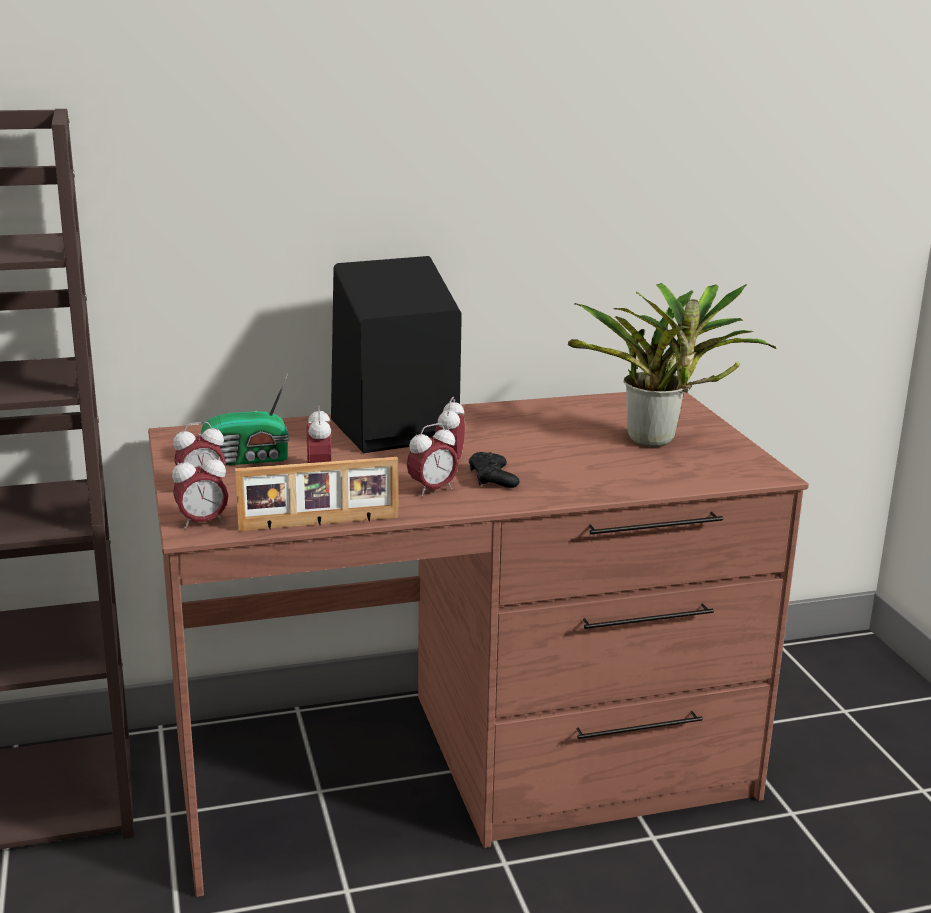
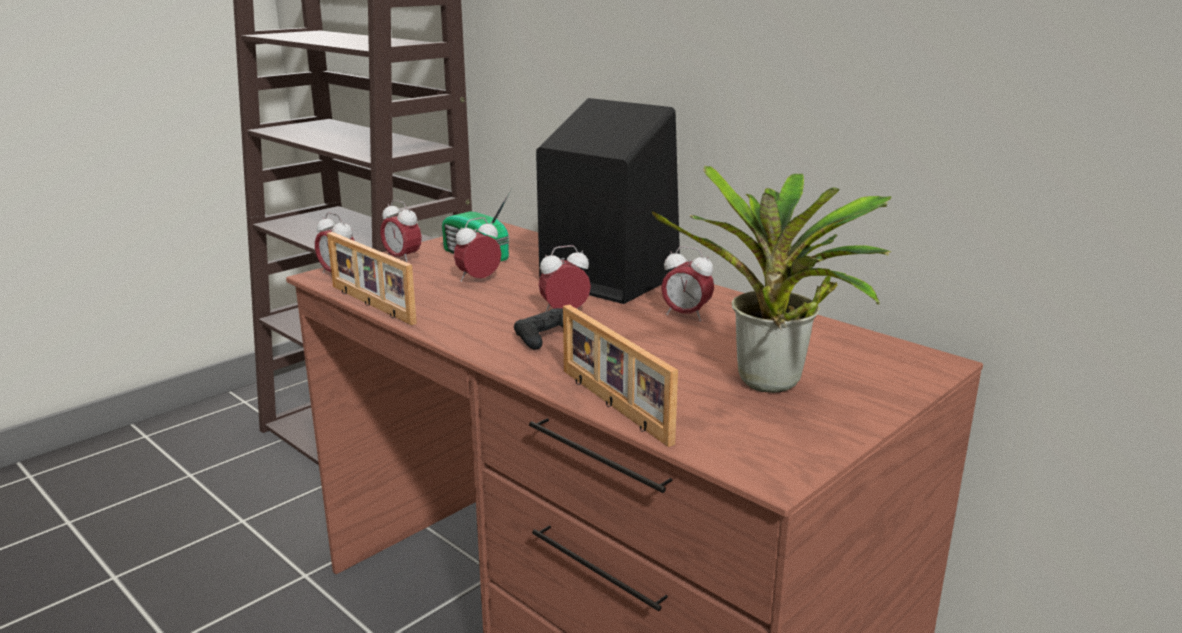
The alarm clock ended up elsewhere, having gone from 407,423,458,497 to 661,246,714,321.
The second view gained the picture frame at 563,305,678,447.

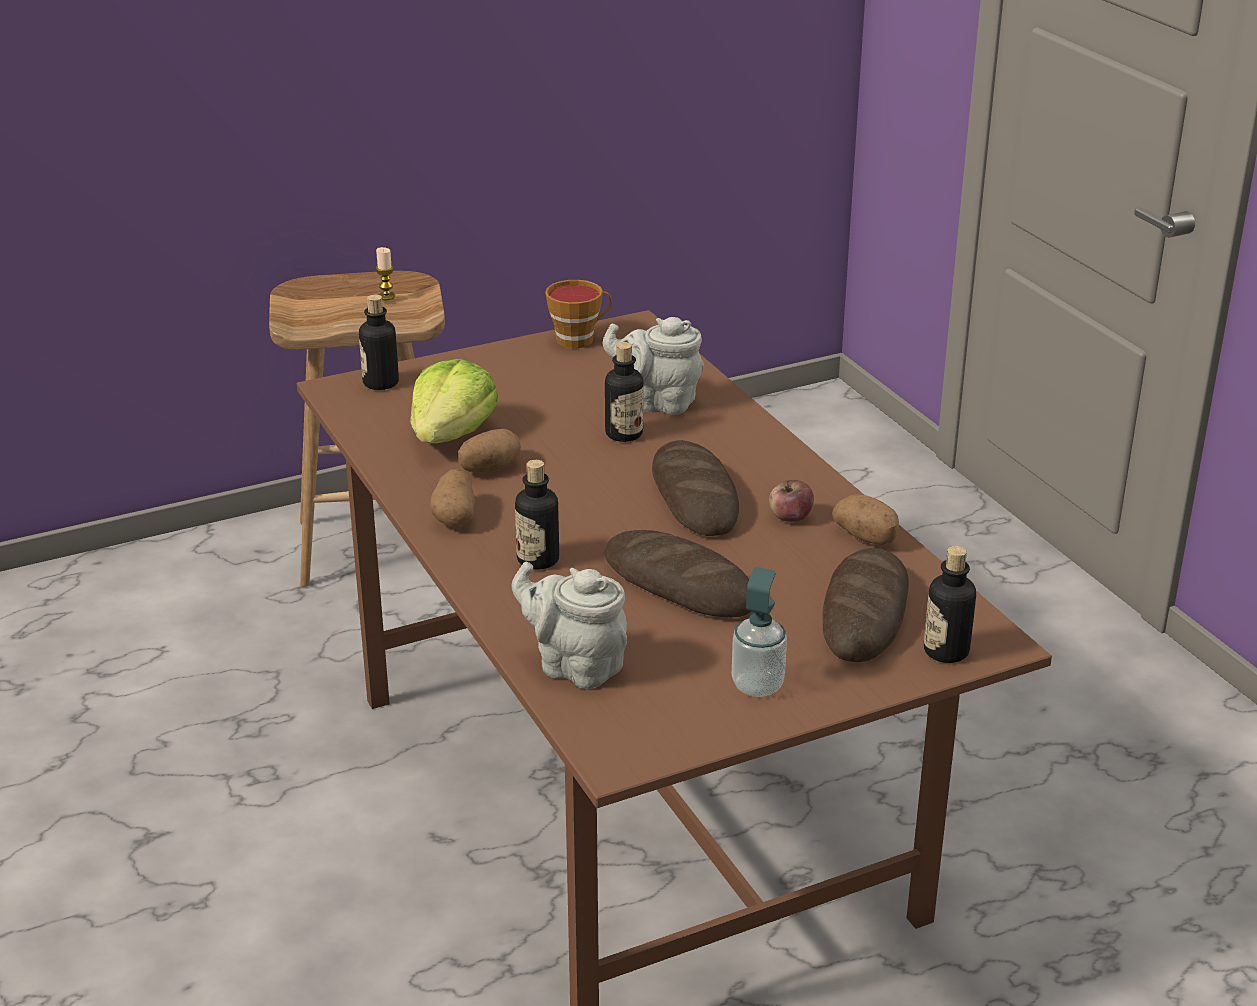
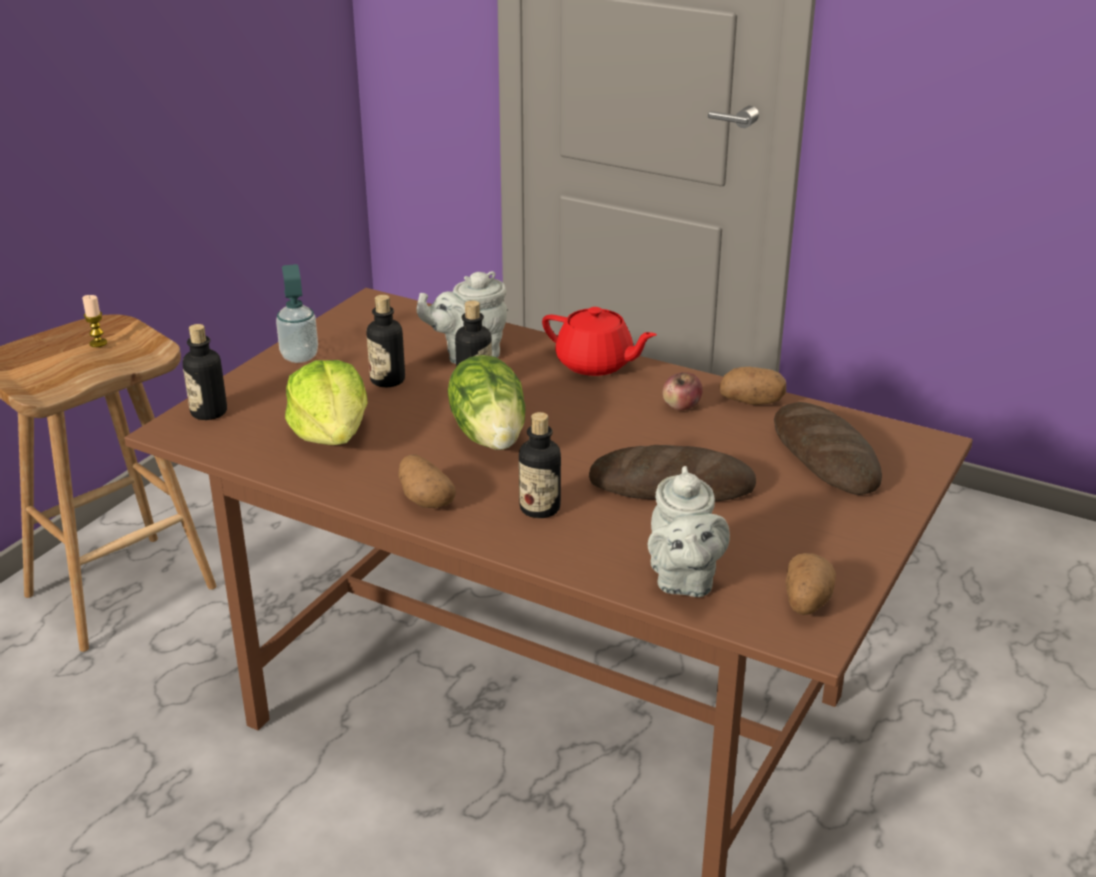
The second view lost the cup at 545,280,612,348.
The potato ended up elsewhere, having gone from 458,429,521,472 to 786,553,836,615.
The second view lost the bread at 652,440,739,536.
The bottle ended up elsewhere, having gone from 924,546,976,663 to 367,295,405,387.
The grey teapot at 512,562,627,689 ended up facing another way, 90 degrees counterclockwise from before.
The soap dispenser ended up elsewhere, having gone from 732,567,787,697 to 276,264,318,363.
The second view gained the red teapot at 542,307,657,376.
The second view gained the lettuce at 448,355,525,450.

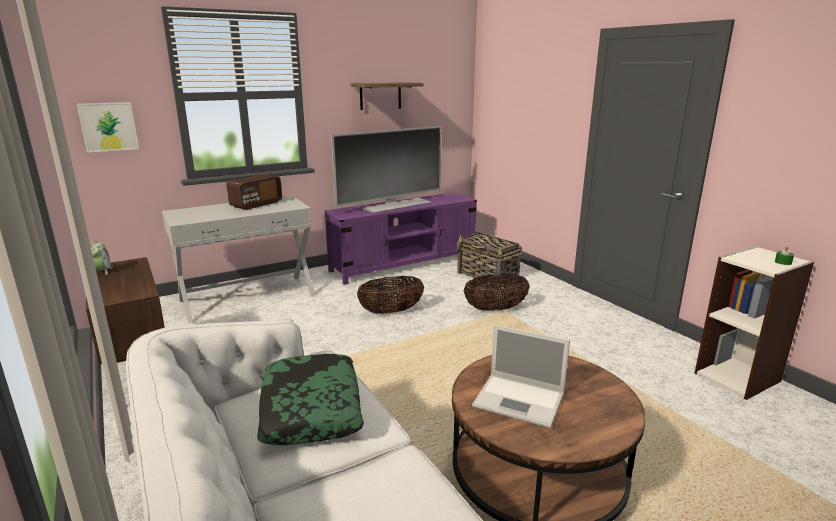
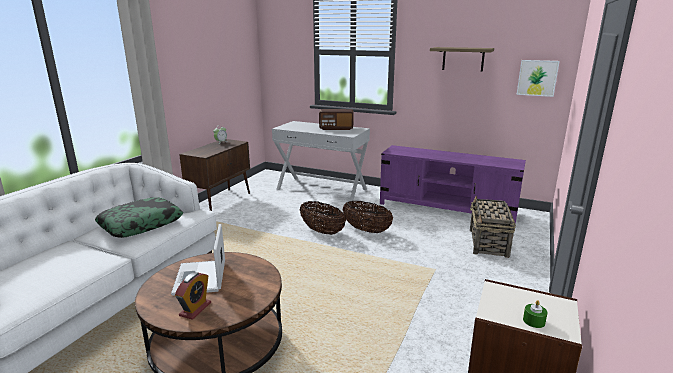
The picture ended up elsewhere, having gone from 77,102,139,153 to 517,60,560,97.
The second view lost the television at 331,126,441,213.
The basket ended up elsewhere, having gone from 464,274,530,311 to 300,201,346,235.
The second view gained the alarm clock at 175,272,211,320.

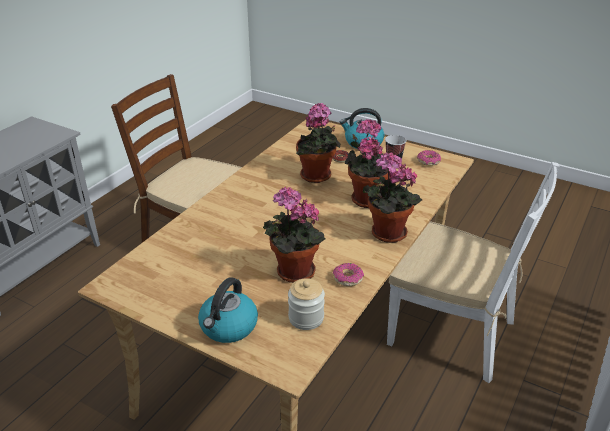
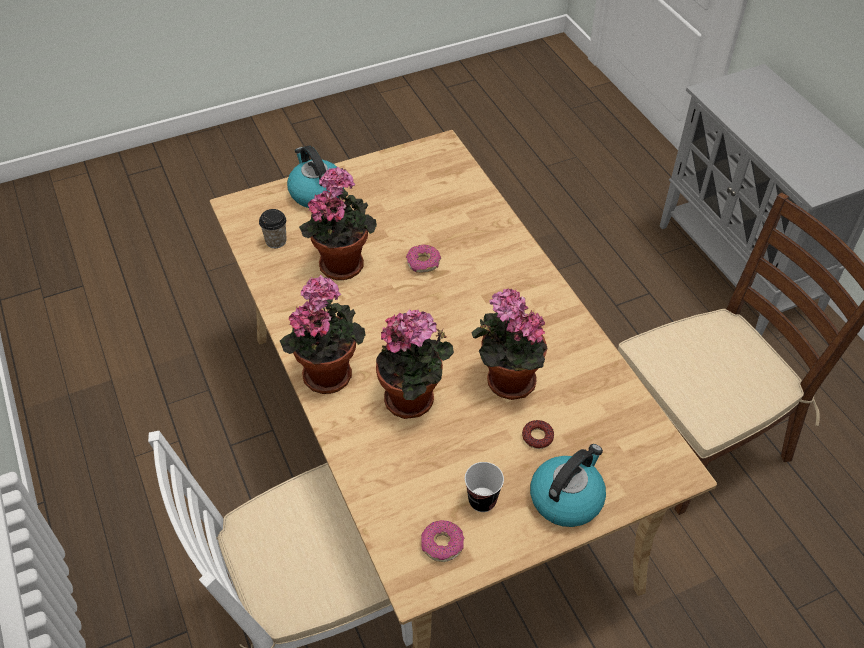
The donut ended up elsewhere, having gone from 333,263,364,286 to 406,244,441,273.
Where the jar stood at 288,278,325,330, the cup came to stand at 259,209,287,248.

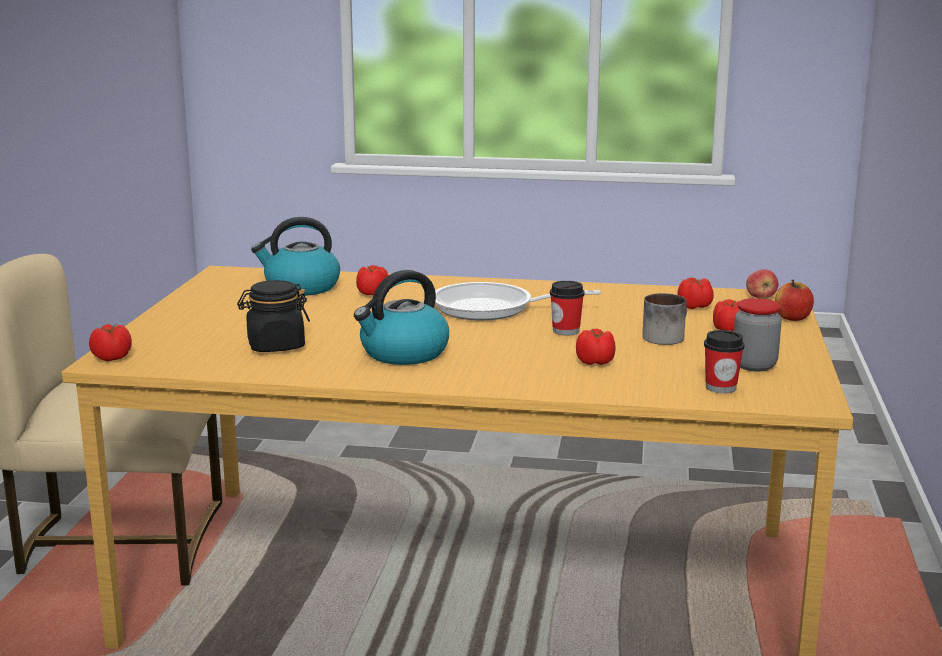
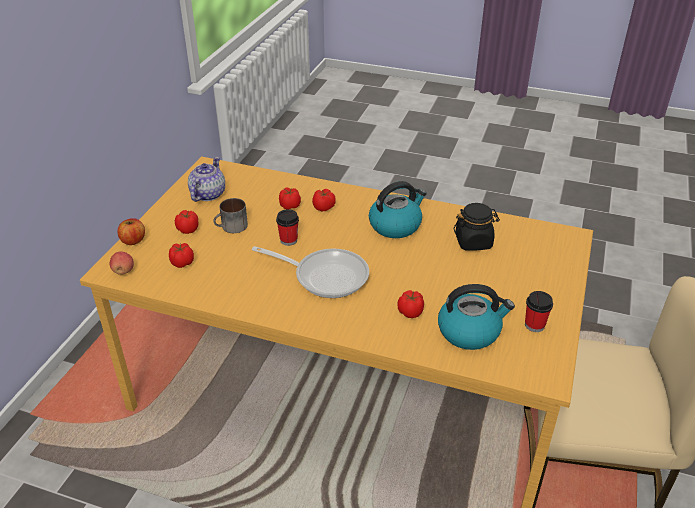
Where the jar stood at 734,298,782,372, the teapot came to stand at 188,157,225,202.
The tomato ended up elsewhere, having gone from 89,324,132,361 to 312,189,336,211.
The cup ended up elsewhere, having gone from 704,330,744,393 to 525,291,553,332.

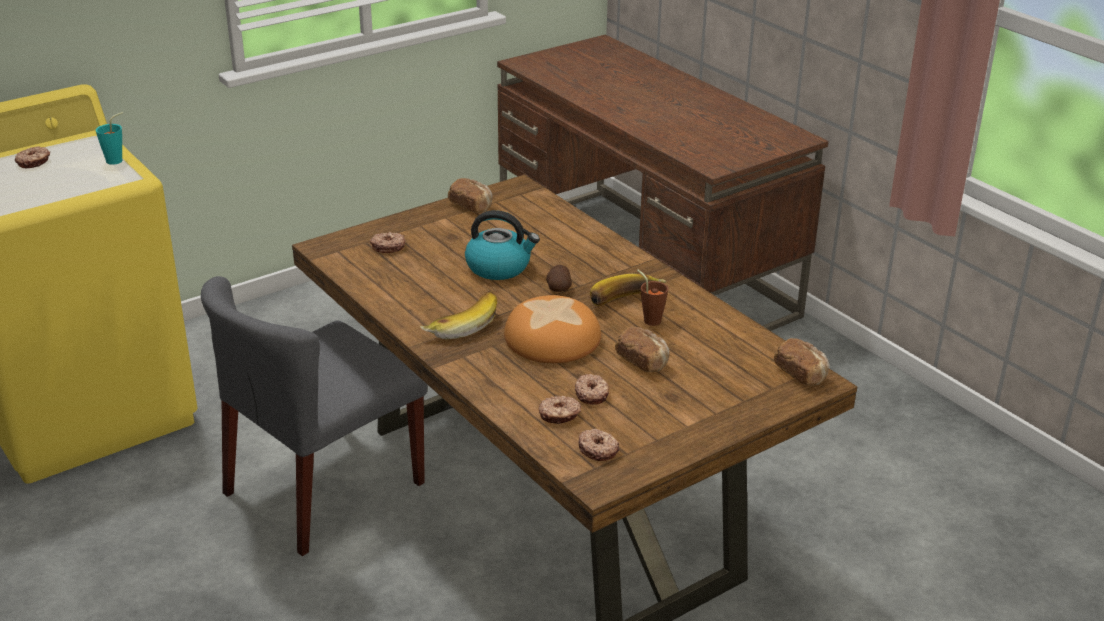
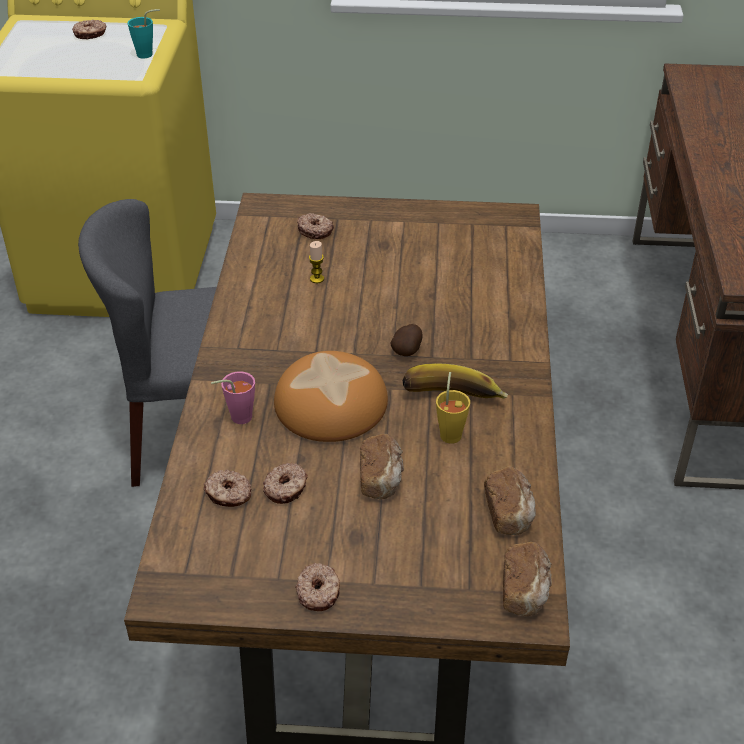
The bread ended up elsewhere, having gone from 448,178,492,213 to 484,467,536,535.
The second view lost the kettle at 465,210,540,280.
What was the brown cup at 637,270,668,326 turned into the yellow cup at 436,372,470,444.
The second view lost the banana at 420,291,497,340.
The donut ended up elsewhere, having gone from 578,429,619,461 to 295,563,340,611.
The second view gained the candle at 309,241,324,283.
The second view gained the pink cup at 211,372,255,424.

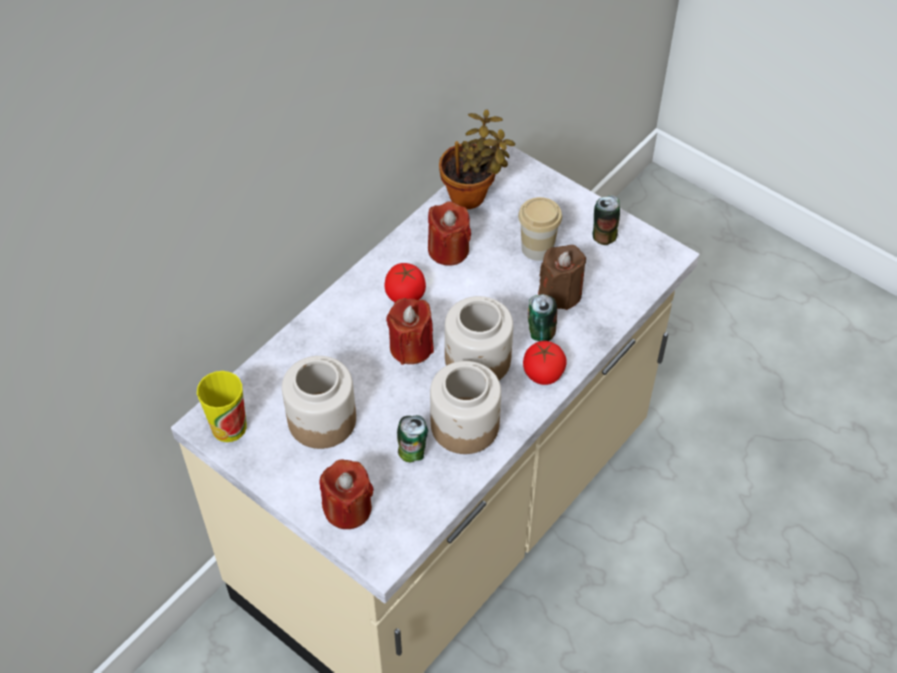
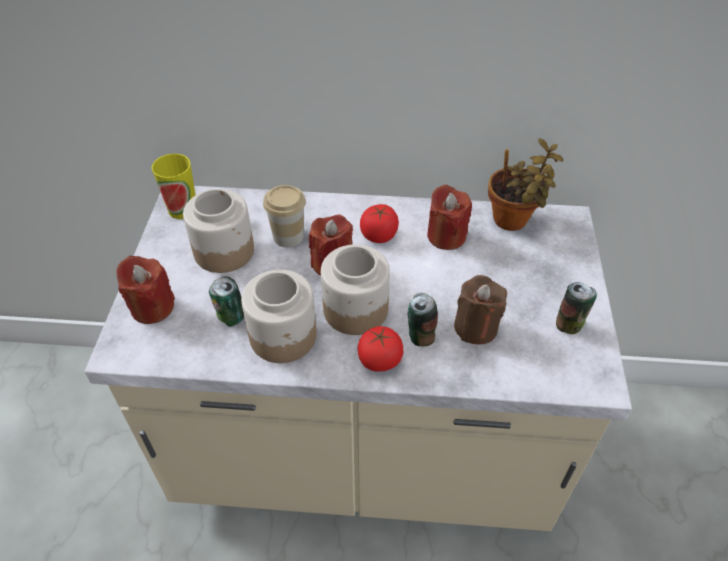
The cup ended up elsewhere, having gone from 518,197,562,261 to 263,185,306,248.

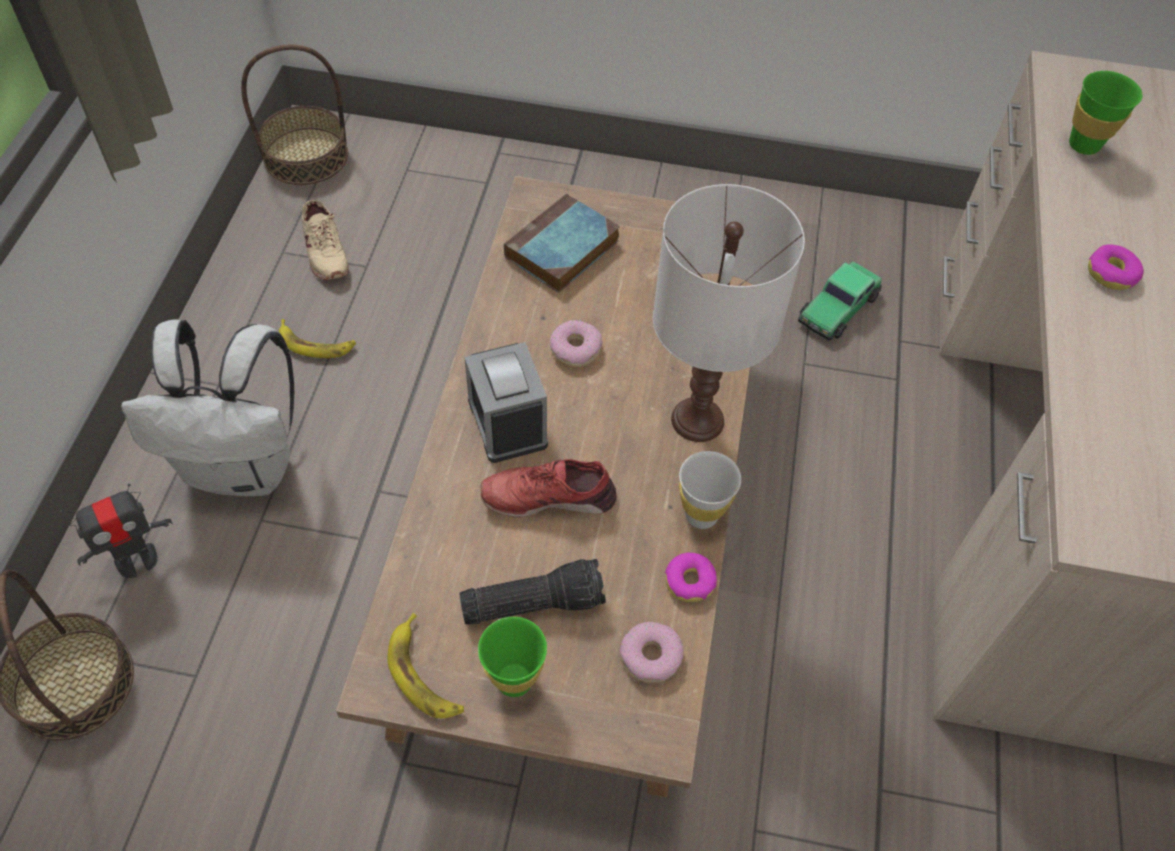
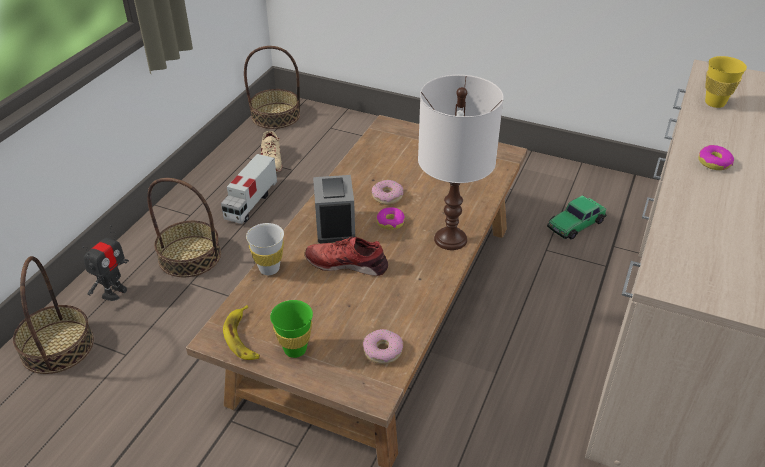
What was the green cup at 1069,71,1143,155 turned into the yellow cup at 705,56,747,108.
The second view lost the book at 504,194,620,293.
Where the white backpack stood at 121,319,294,496, the basket came to stand at 147,178,221,277.
Where the banana stood at 279,319,356,358, the toy truck came to stand at 221,154,277,224.
The white cup ended up elsewhere, having gone from 679,451,741,529 to 246,223,284,275.
The toy robot at 60,484,173,578 ended up facing another way, 45 degrees counterclockwise from before.
The donut ended up elsewhere, having gone from 665,553,717,602 to 376,207,405,230.
The second view lost the flashlight at 459,559,606,624.

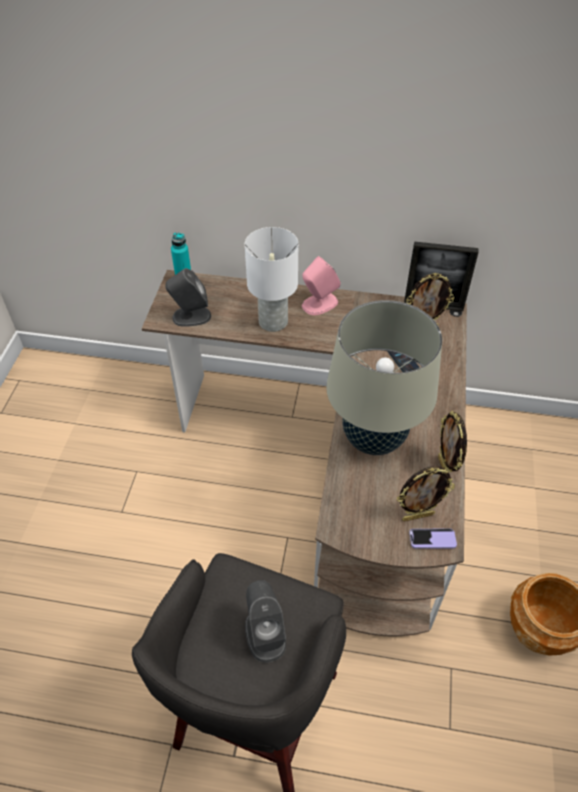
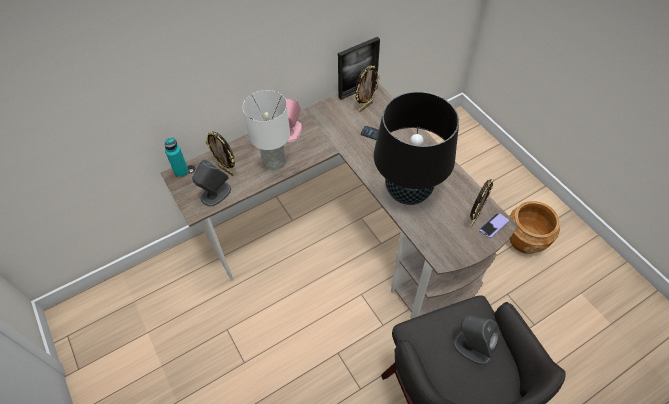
What was the beige table lamp at 326,300,442,455 turned into the black table lamp at 374,91,459,205.
The picture frame ended up elsewhere, having gone from 438,411,467,472 to 206,131,235,176.

